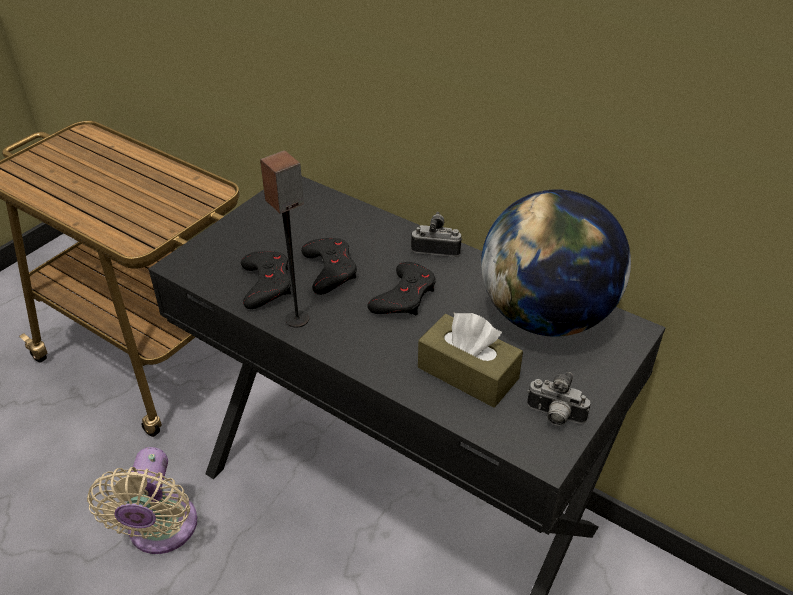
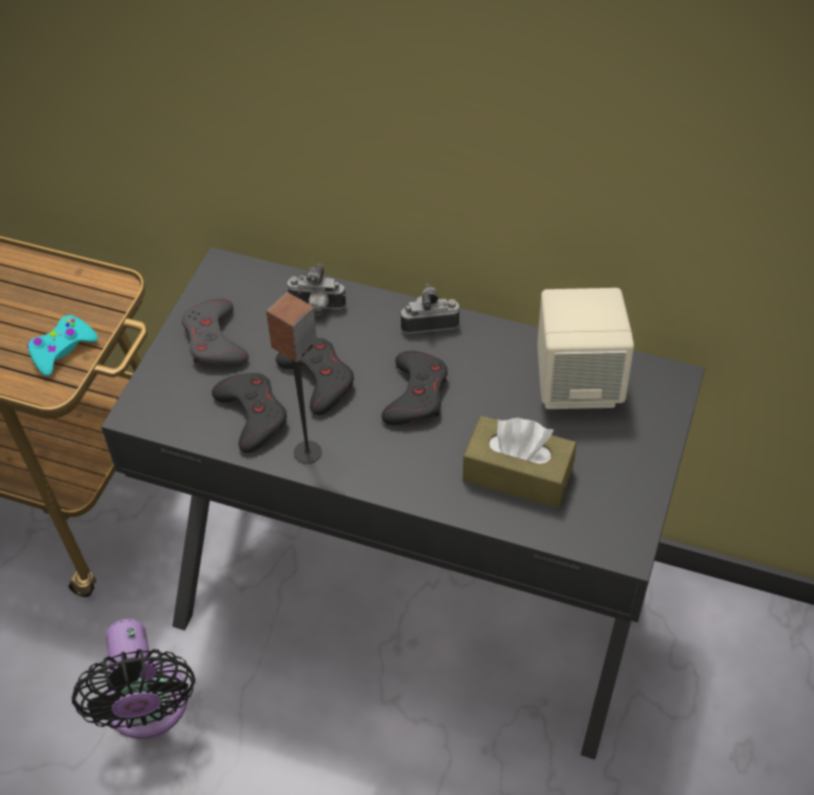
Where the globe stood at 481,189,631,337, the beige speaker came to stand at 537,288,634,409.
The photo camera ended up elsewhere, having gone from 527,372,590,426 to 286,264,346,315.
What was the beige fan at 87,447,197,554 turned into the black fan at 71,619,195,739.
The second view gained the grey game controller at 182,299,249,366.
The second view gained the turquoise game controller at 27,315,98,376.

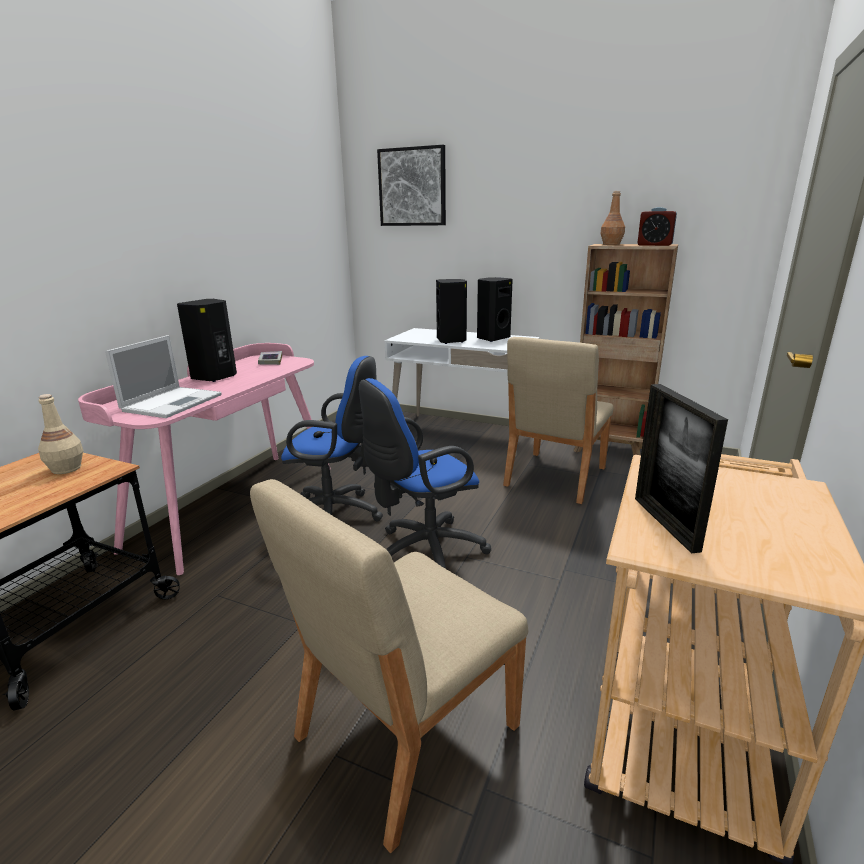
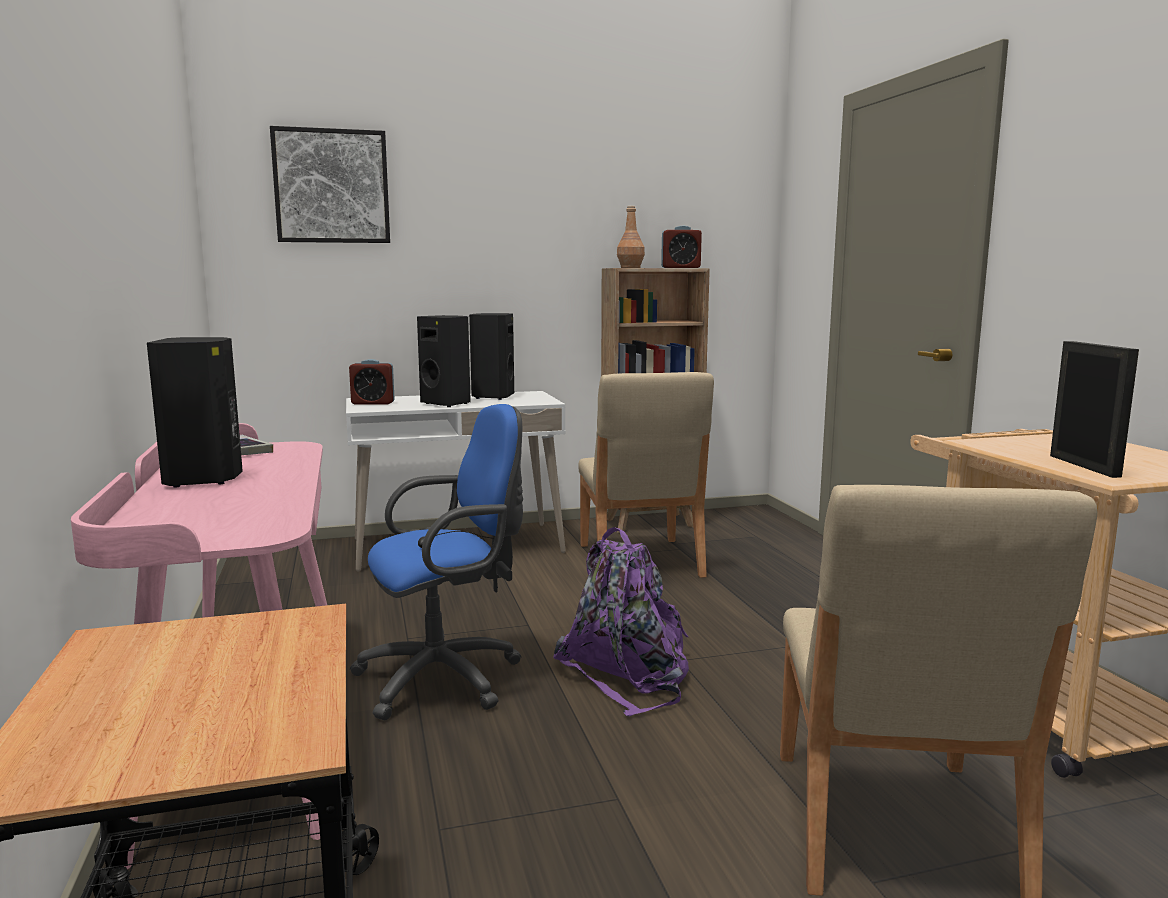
The second view lost the laptop at 105,335,222,418.
Where the blue office chair stood at 359,378,491,569, the purple backpack came to stand at 553,527,689,716.
The picture frame at 635,384,728,553 ended up facing another way, 135 degrees counterclockwise from before.
The second view lost the beige bottle at 38,394,83,474.
The second view gained the alarm clock at 349,359,395,405.

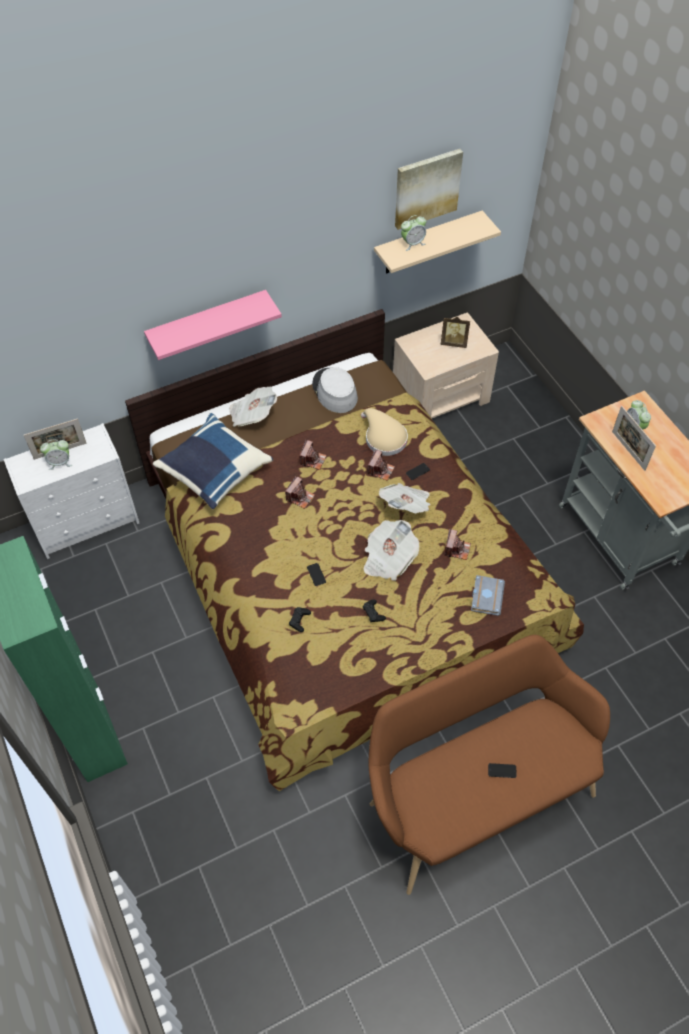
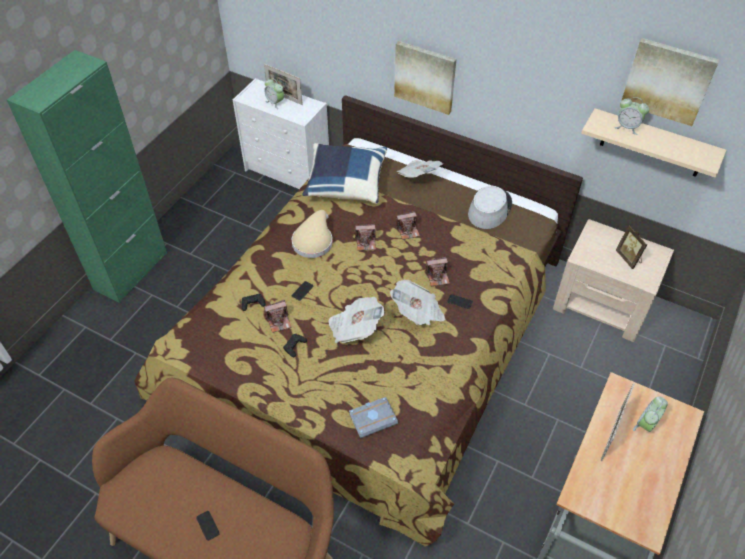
Where the pink shelf hung at 144,290,282,360, the picture came to hang at 394,41,456,115.
The beige hat ended up elsewhere, having gone from 361,408,408,456 to 292,210,333,258.
The photo camera ended up elsewhere, having gone from 445,529,471,560 to 264,300,291,333.

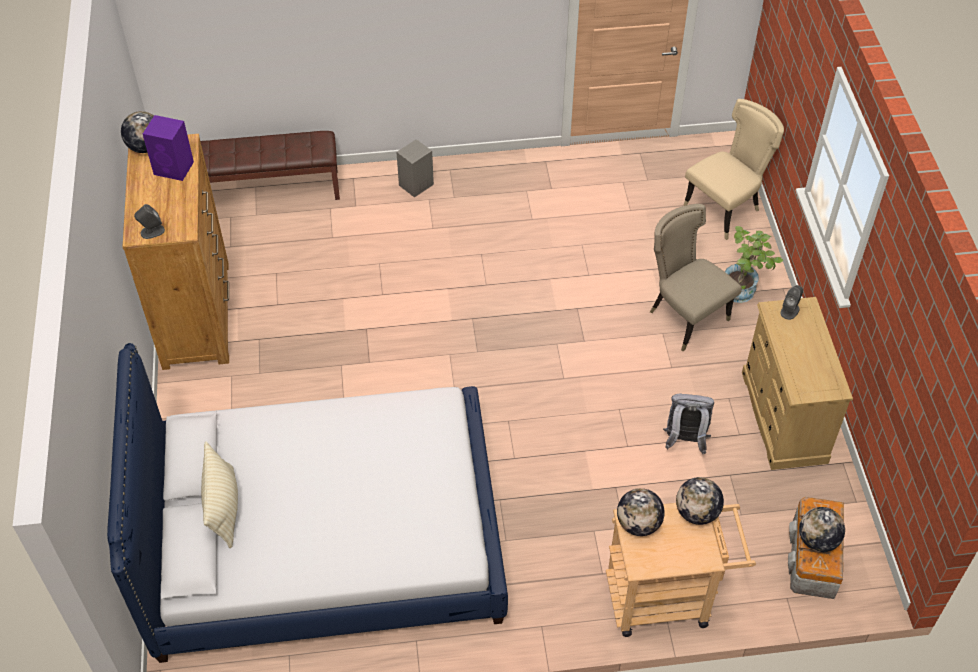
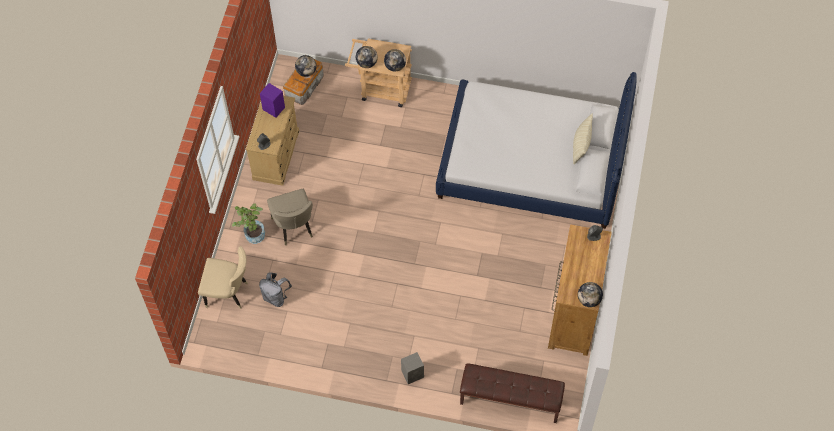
The beige chair at 683,99,784,240 ended up facing another way, 150 degrees counterclockwise from before.
The purple speaker ended up elsewhere, having gone from 143,115,194,181 to 260,83,285,118.
The grey backpack ended up elsewhere, having gone from 663,394,714,454 to 259,272,292,307.

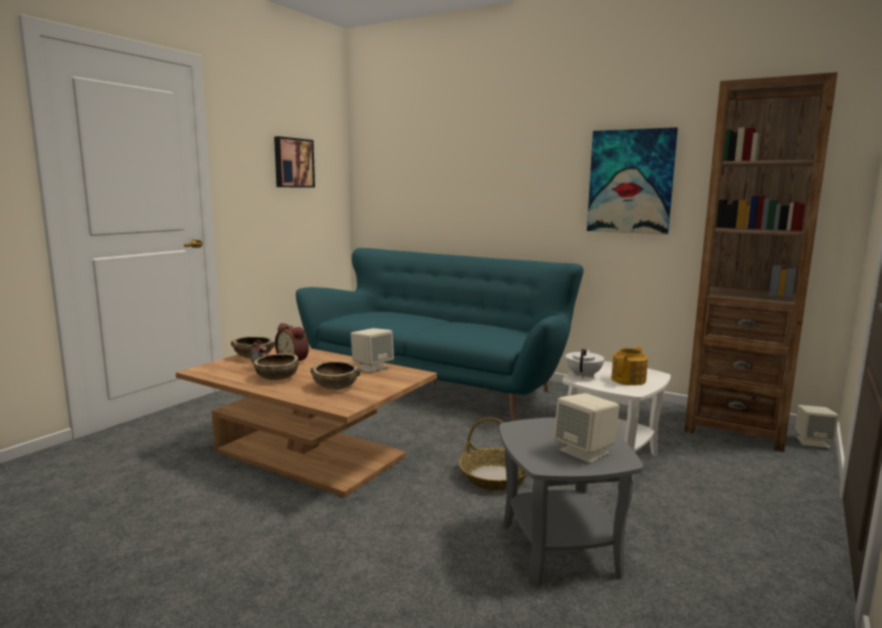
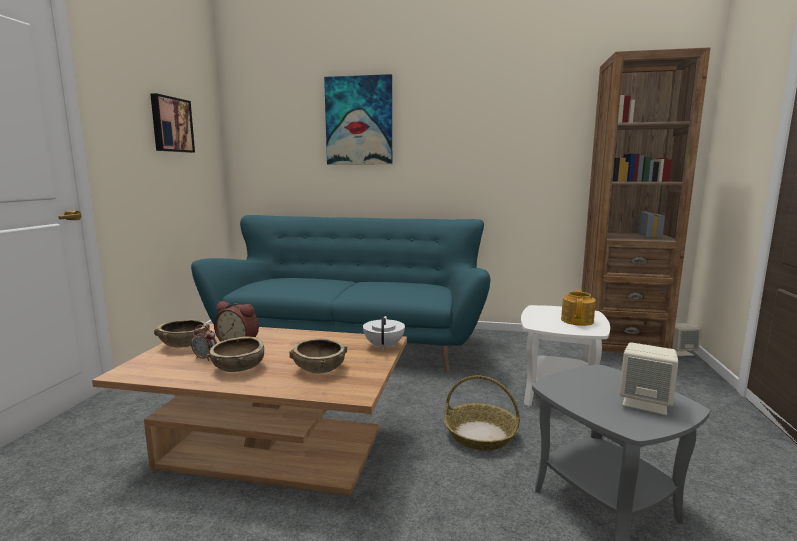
The picture ended up elsewhere, having gone from 587,127,678,235 to 324,74,392,164.
The second view lost the beige speaker at 351,328,394,373.
The white teapot ended up elsewhere, having gone from 566,349,604,379 to 363,316,405,351.

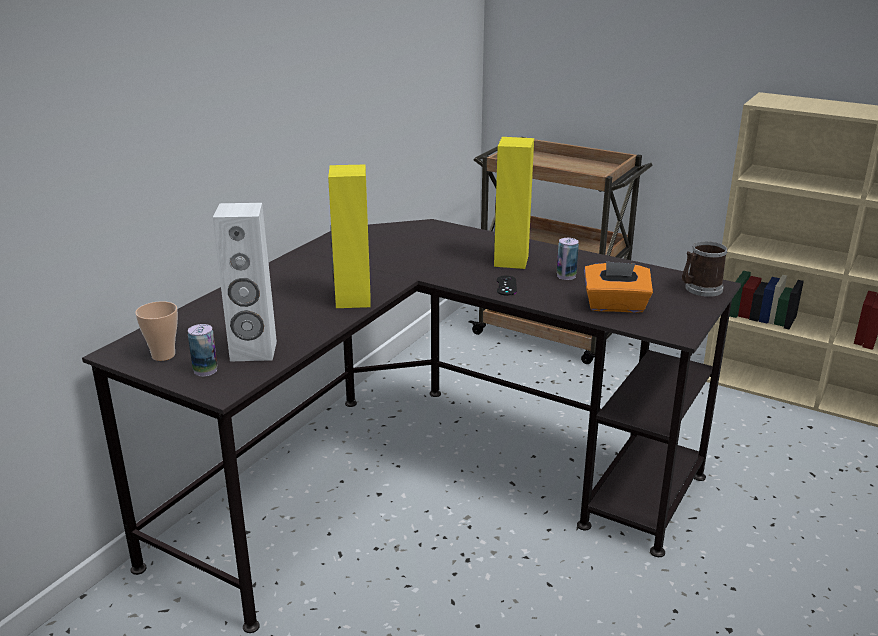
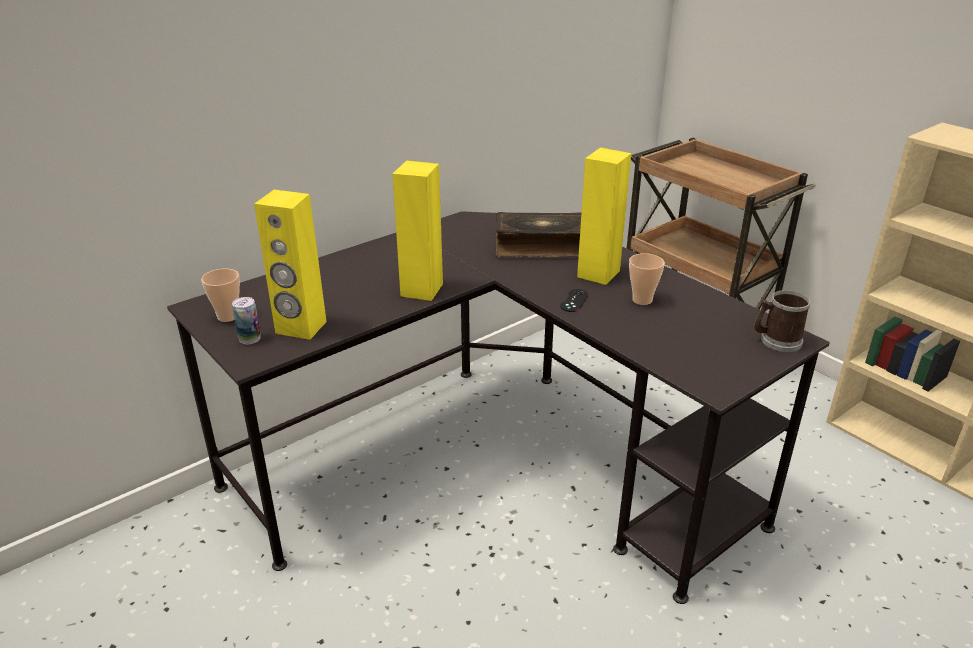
What was the white speaker at 212,203,277,362 turned into the yellow speaker at 254,190,327,340.
Where the can stood at 557,238,579,280, the cup came to stand at 629,253,665,305.
The second view lost the orange tissue box at 584,261,653,313.
The second view gained the book at 495,212,581,258.

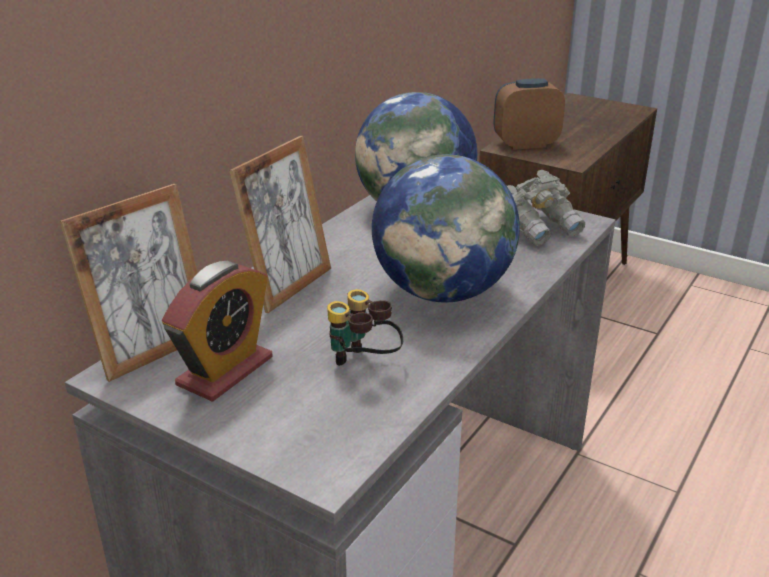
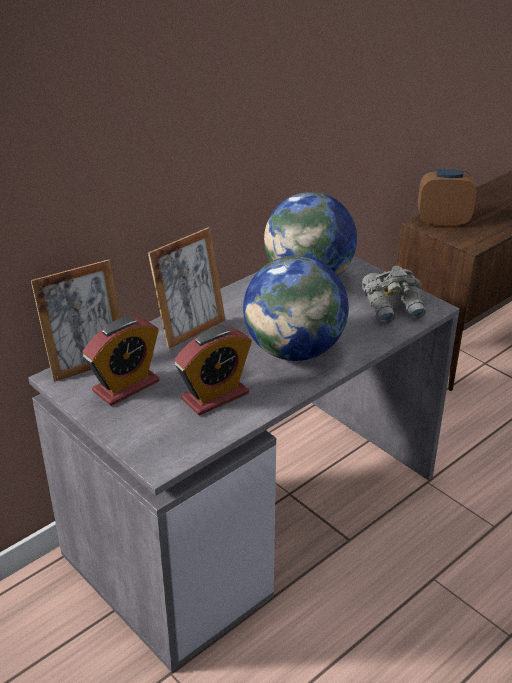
Where the binoculars stood at 327,289,403,366, the alarm clock came to stand at 174,327,252,416.

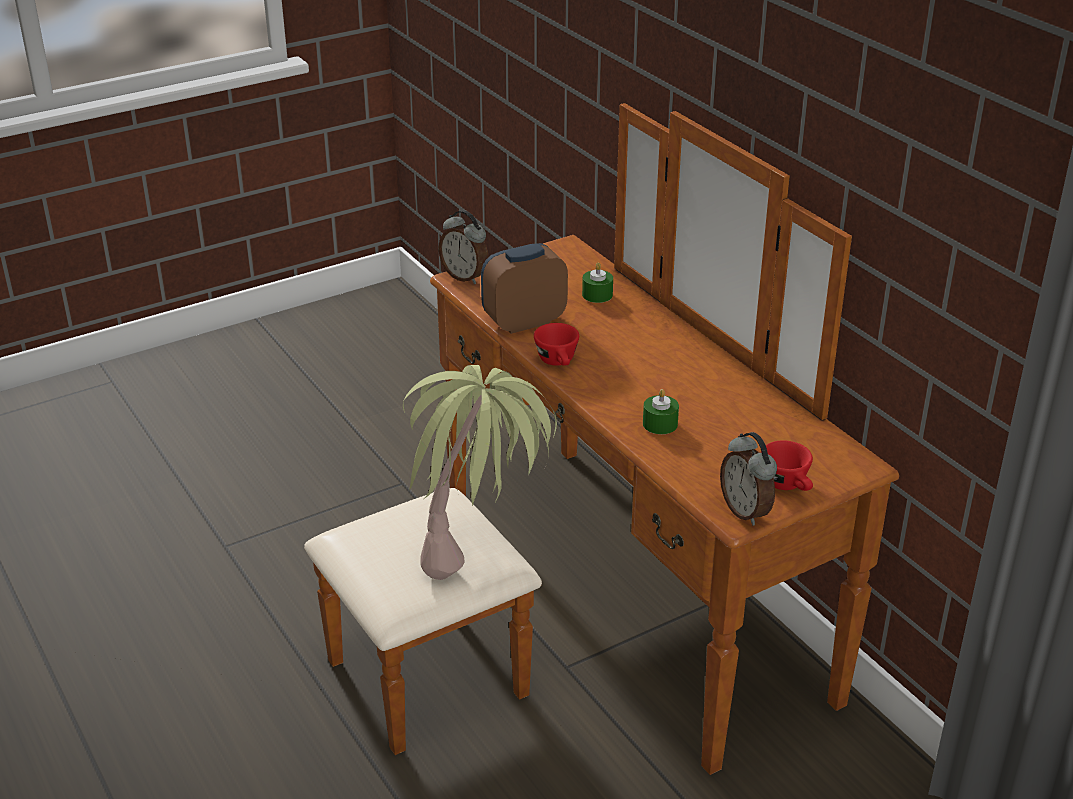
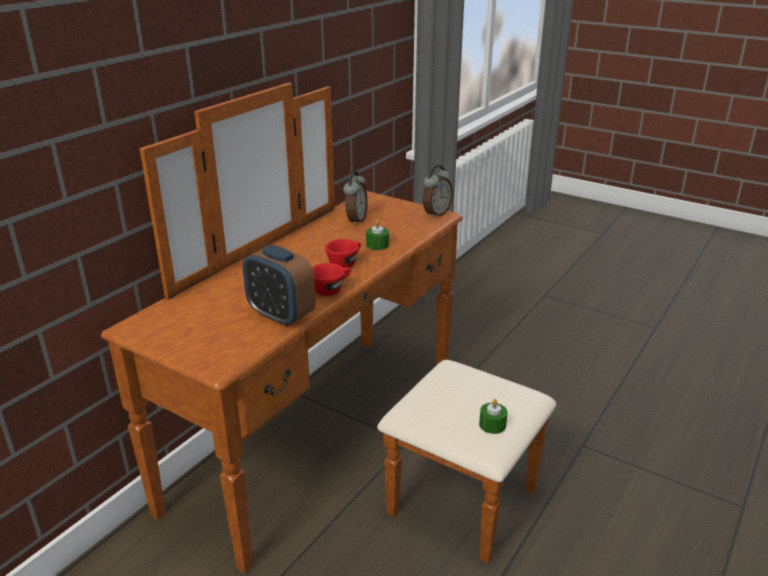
The alarm clock ended up elsewhere, having gone from 439,210,488,284 to 343,171,368,226.
The green candle ended up elsewhere, having gone from 582,263,613,303 to 479,399,508,434.
The second view lost the potted plant at 403,365,557,580.
The red cup ended up elsewhere, having gone from 761,440,813,491 to 325,239,361,268.

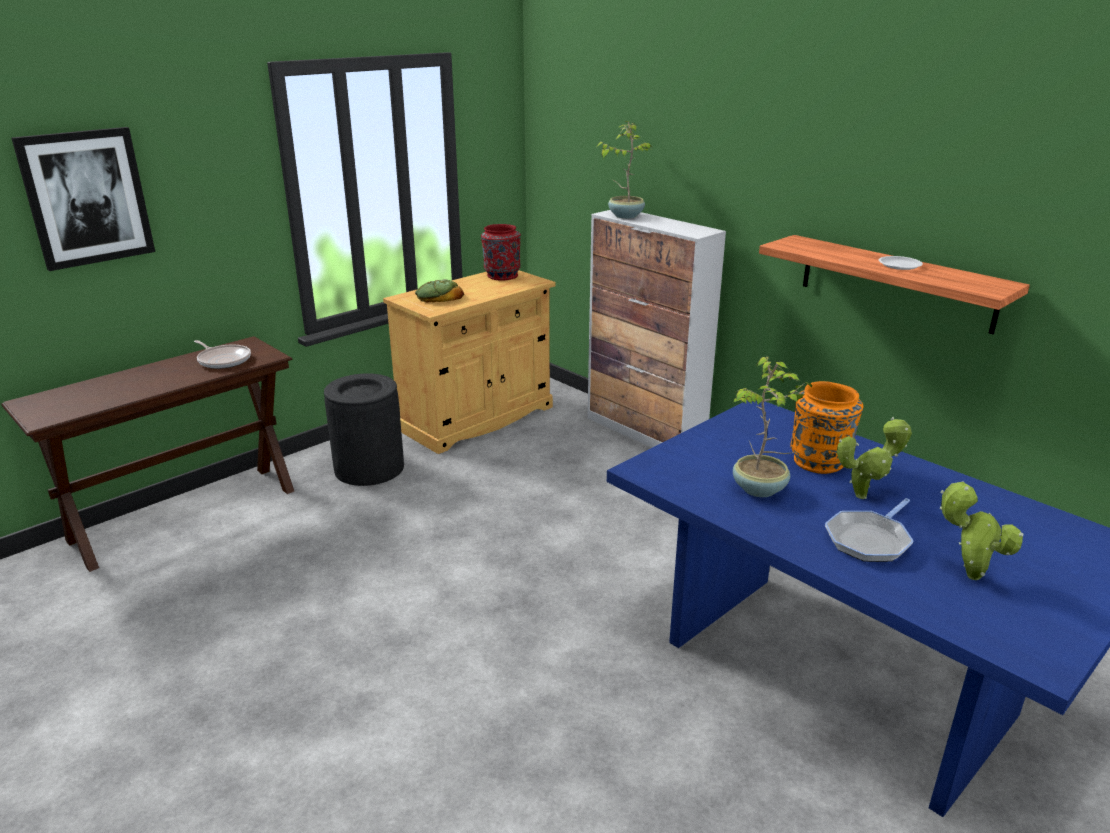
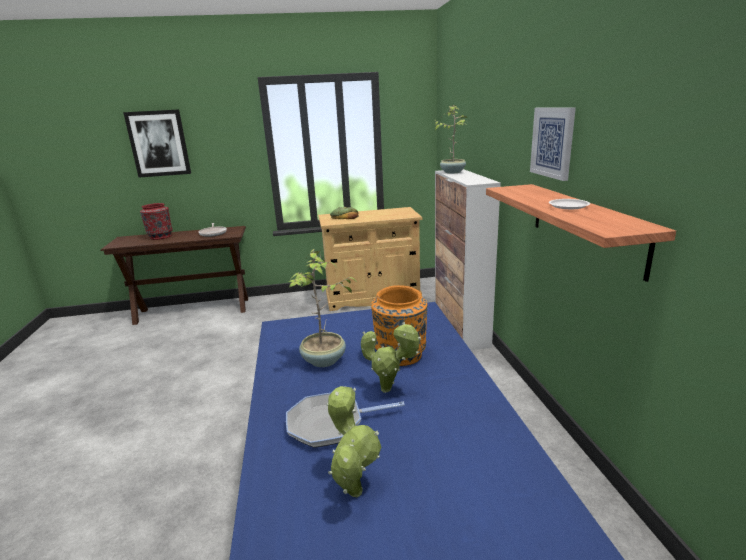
The red vase ended up elsewhere, having gone from 481,224,521,280 to 140,203,173,240.
The second view lost the black trash can at 324,373,404,486.
The second view gained the picture at 530,107,576,181.

